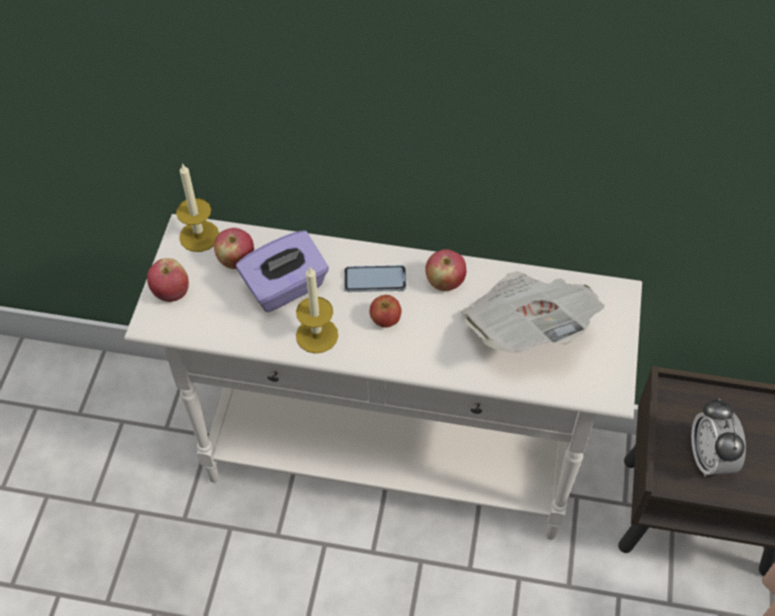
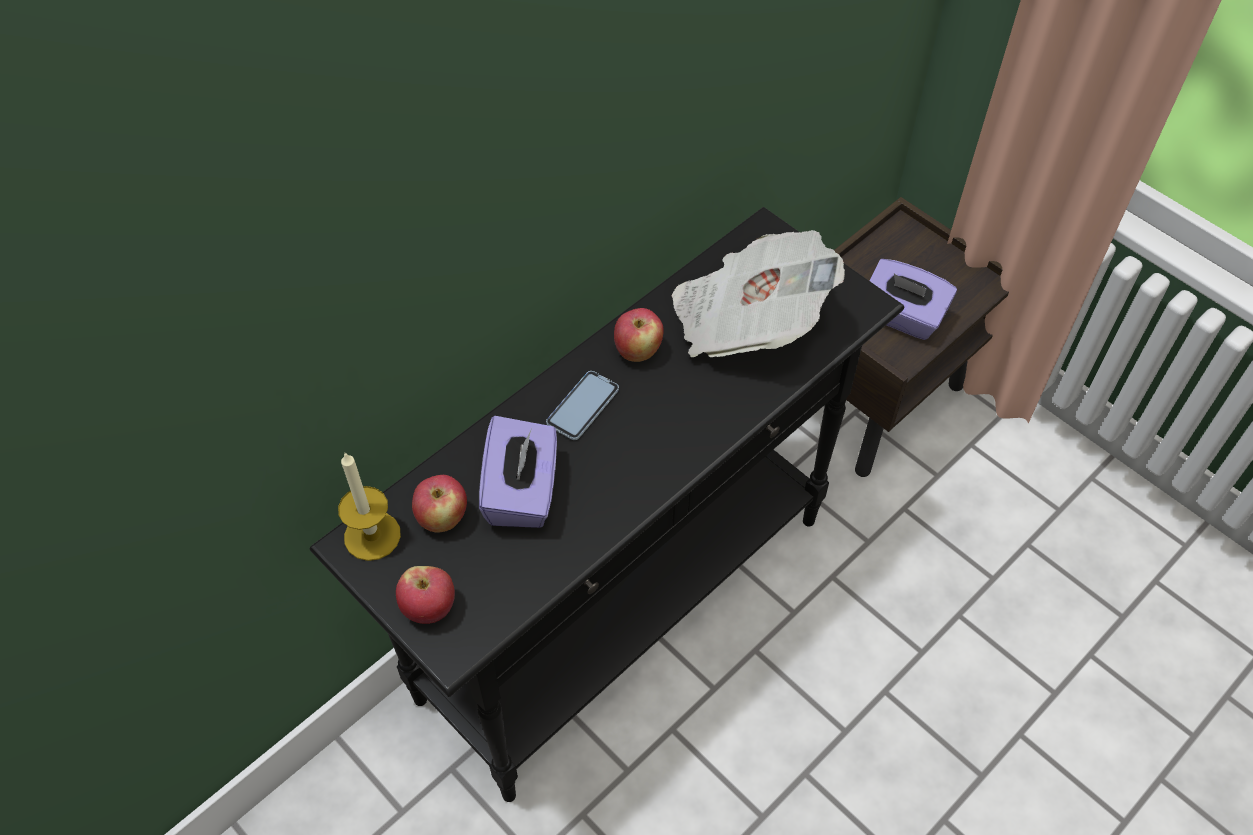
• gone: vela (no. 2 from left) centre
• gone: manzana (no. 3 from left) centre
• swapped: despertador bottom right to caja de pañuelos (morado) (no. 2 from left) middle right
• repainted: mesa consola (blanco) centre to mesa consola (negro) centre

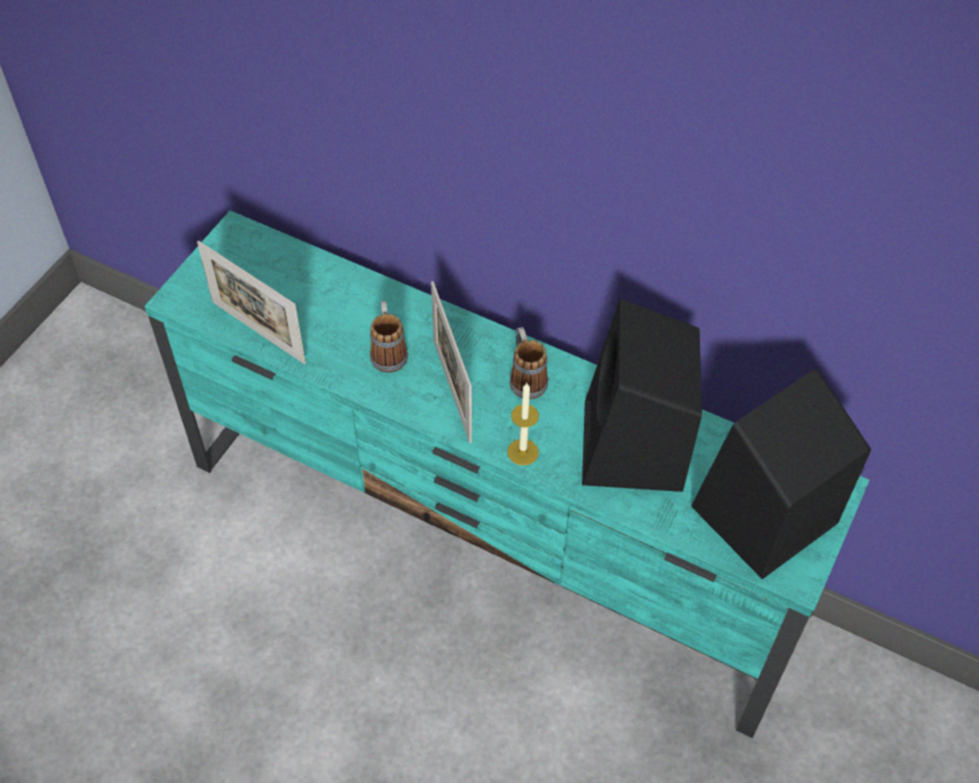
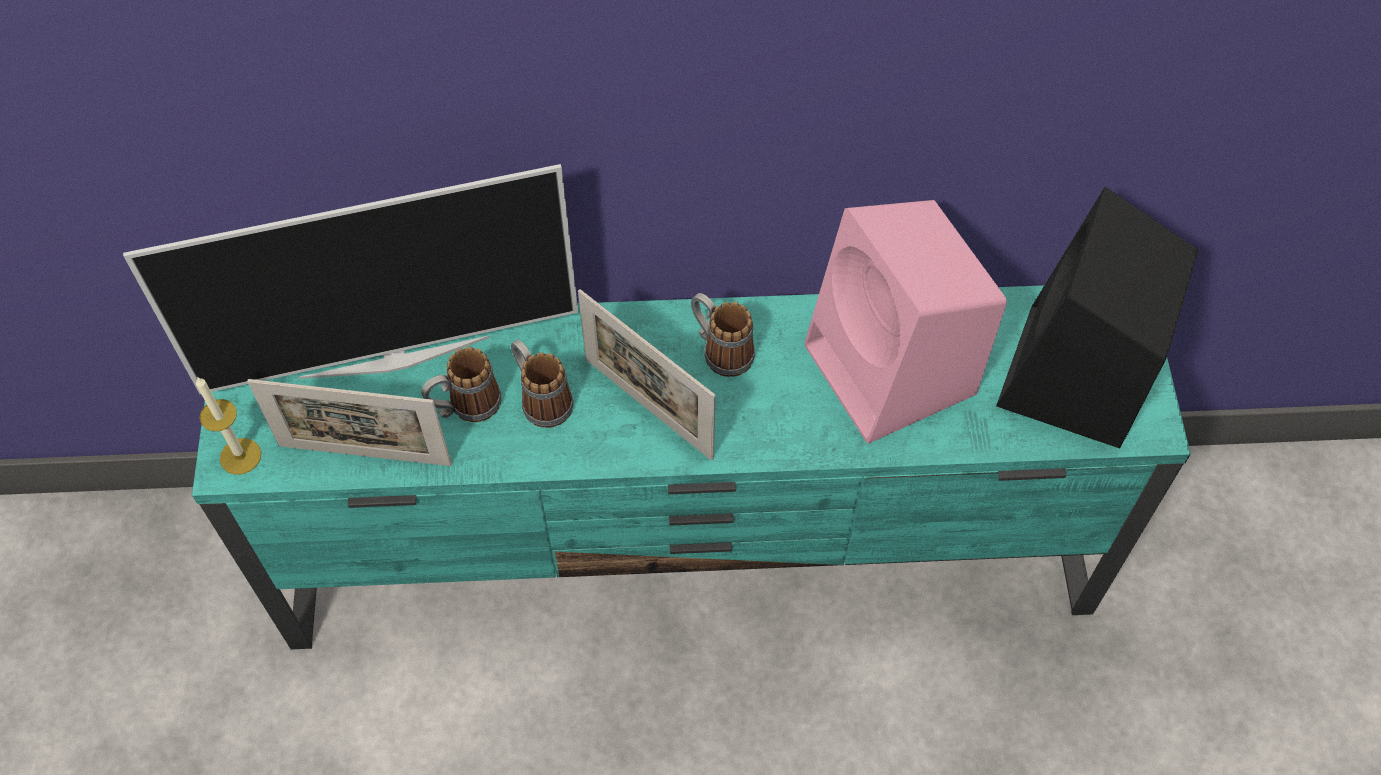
• new: televisor middle left
• new: taza grande (no. 1 from left) centre
• shifted: vela centre to middle left
• repainted: altavoz (negro) (no. 1 from left) centre to altavoz (rosa) centre

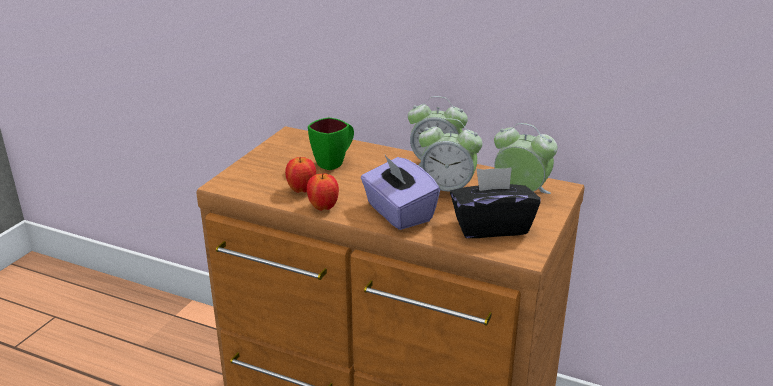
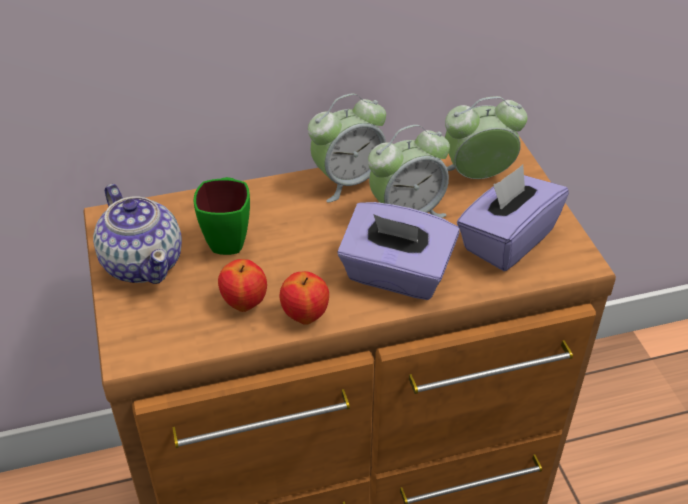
• new: tetera middle left
• repainted: caja de pañuelos (negro) centre to caja de pañuelos (morado) (no. 2 from left) middle right

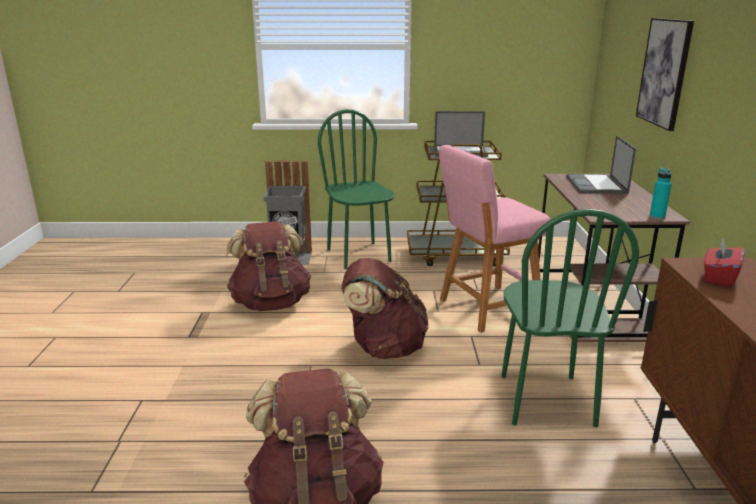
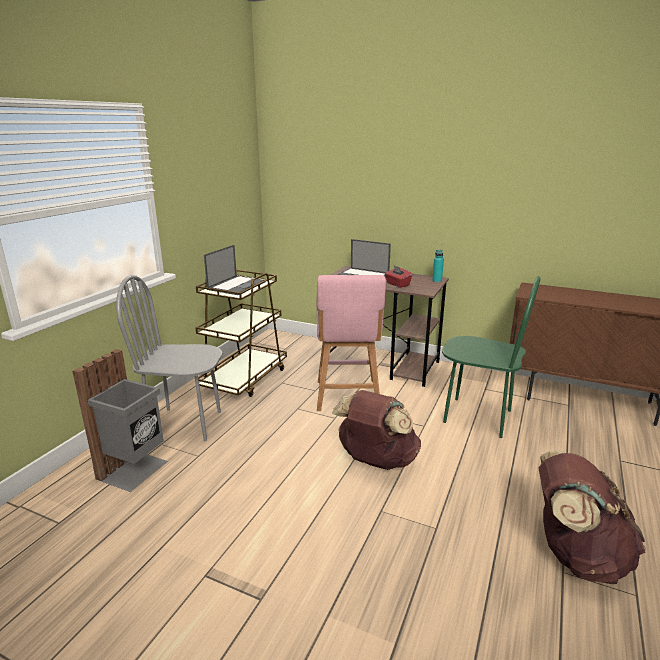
• gone: mochila (marrón) (no. 1 from left) centre
• gone: cuadro top right
• shifted: caja de pañuelos (rojo) middle right to centre
• repainted: silla (verde) (no. 1 from left) centre to silla (gris) middle left

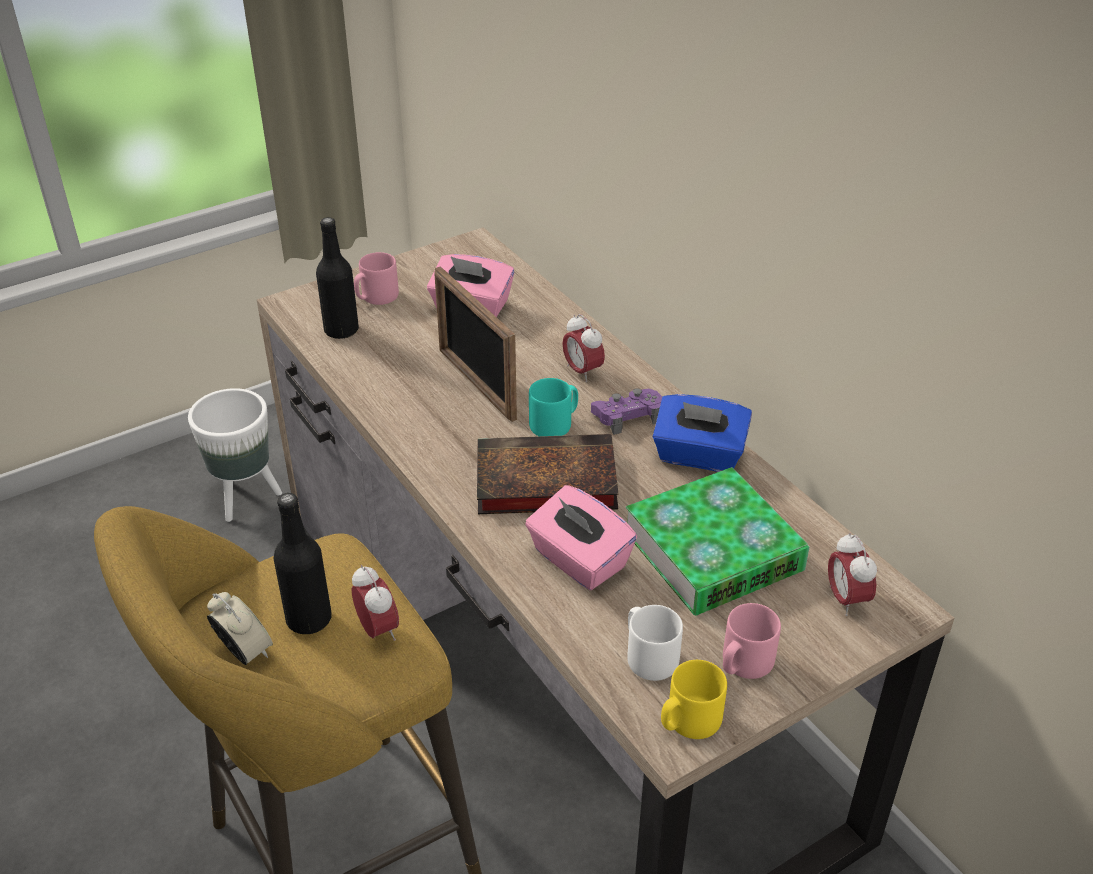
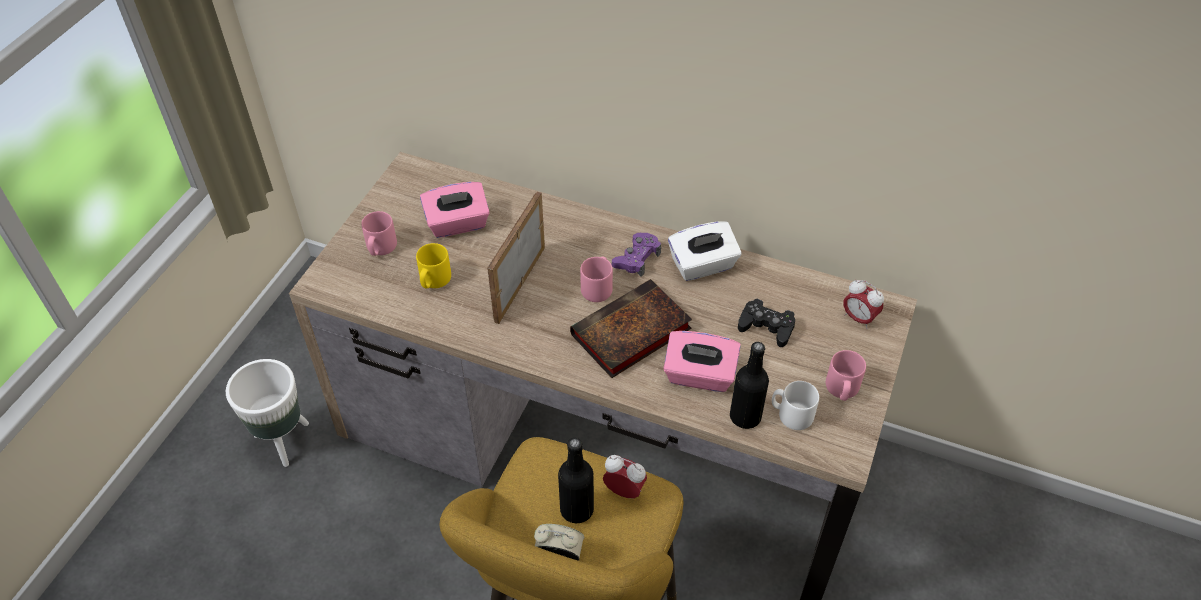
• gone: despertador (no. 3 from left) centre
• shifted: botella (negro) (no. 2 from left) top left to centre
• shifted: taza grande (amarillo) bottom centre to centre
• swapped: libro (no. 2 from left) centre to mando de consola (negro) centre
• repainted: taza grande (turquesa) centre to taza grande (rosa) (no. 2 from left) centre
• repainted: caja de pañuelos (azul) centre to caja de pañuelos (blanco) centre
• rotated: portarretratos centre = centre 90 degrees clockwise

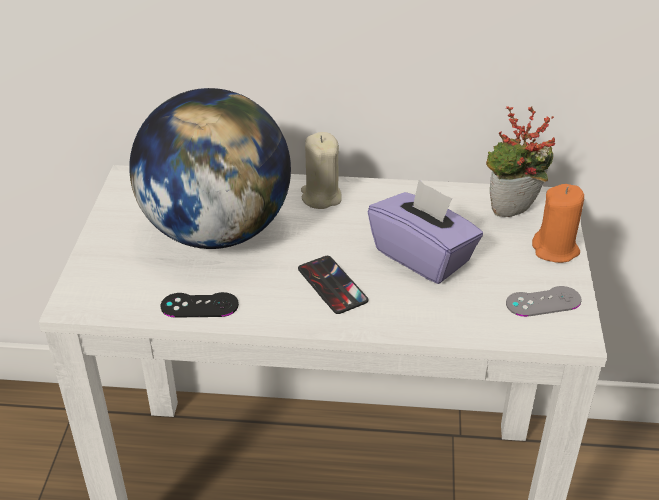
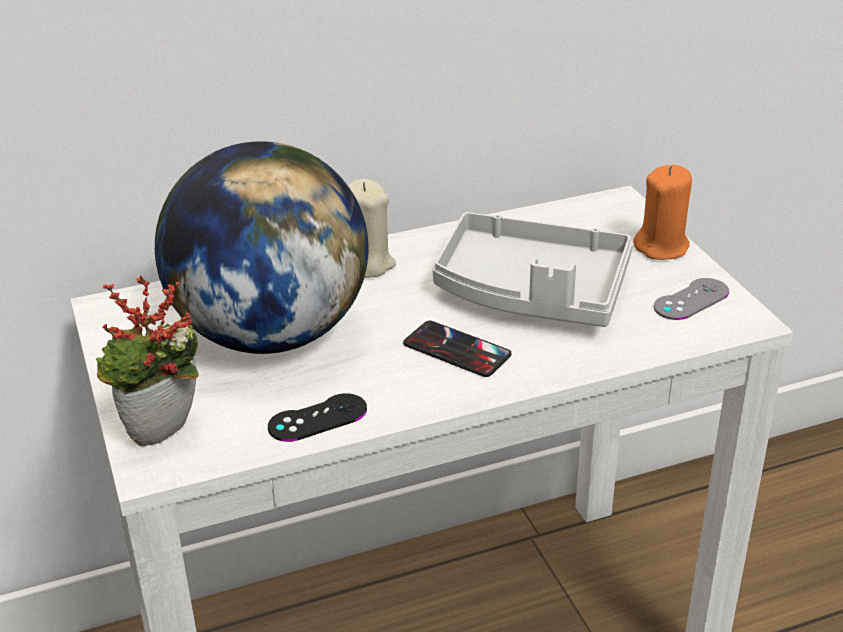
• shifted: planta en maceta top right to middle left
• swapped: caja de pañuelos (morado) centre to bandeja (gris) centre

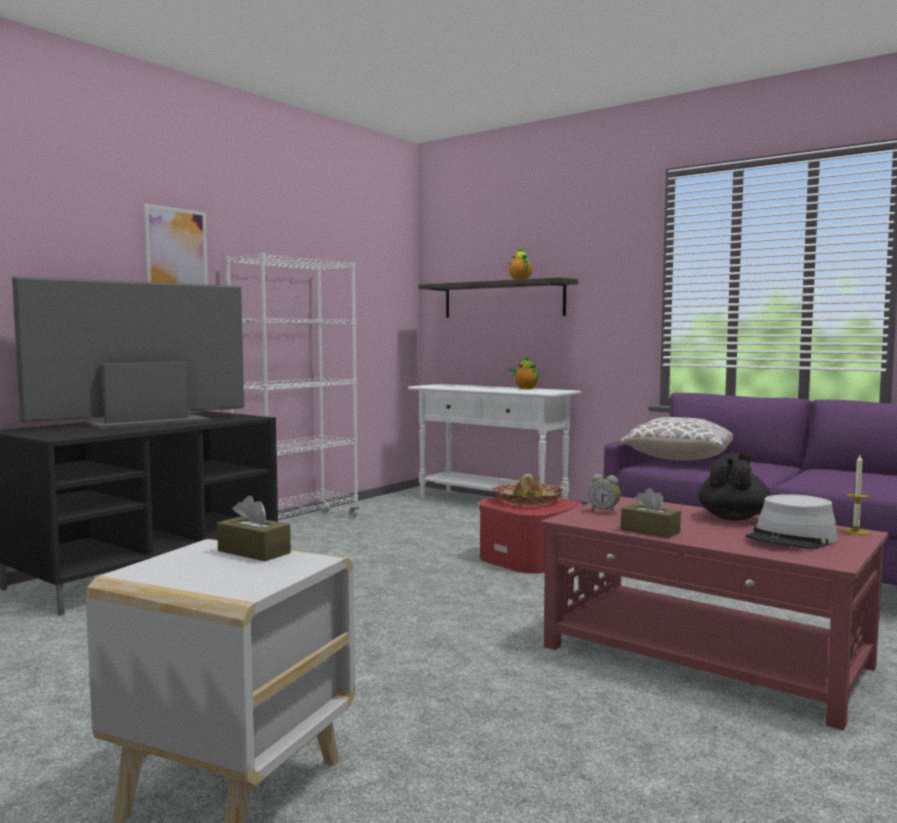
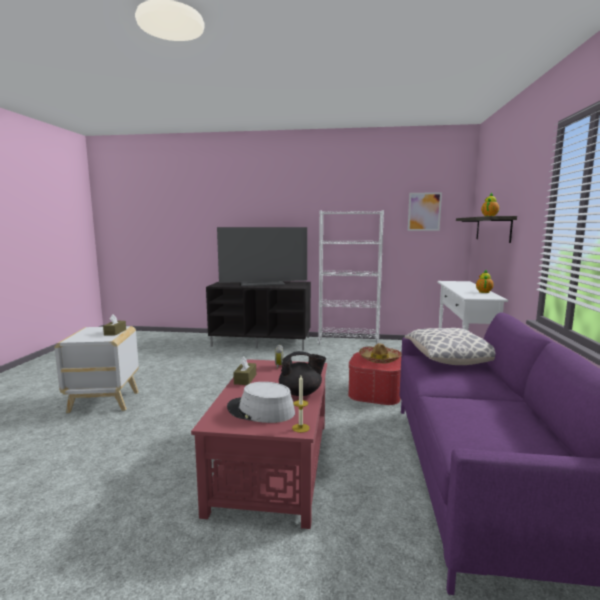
• shifted: cuadro top left to middle right
• rotated: televisor middle left = centre 150 degrees clockwise

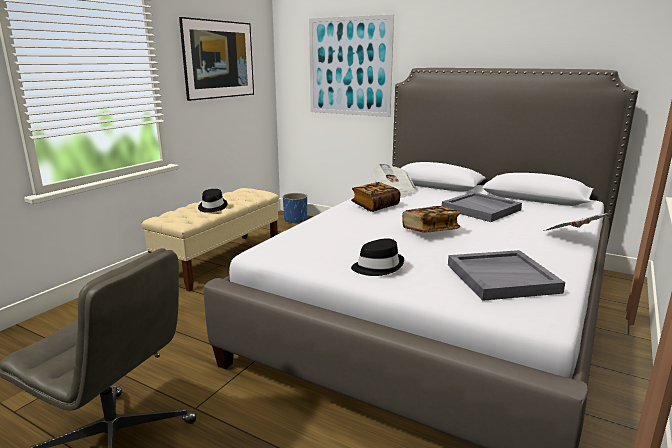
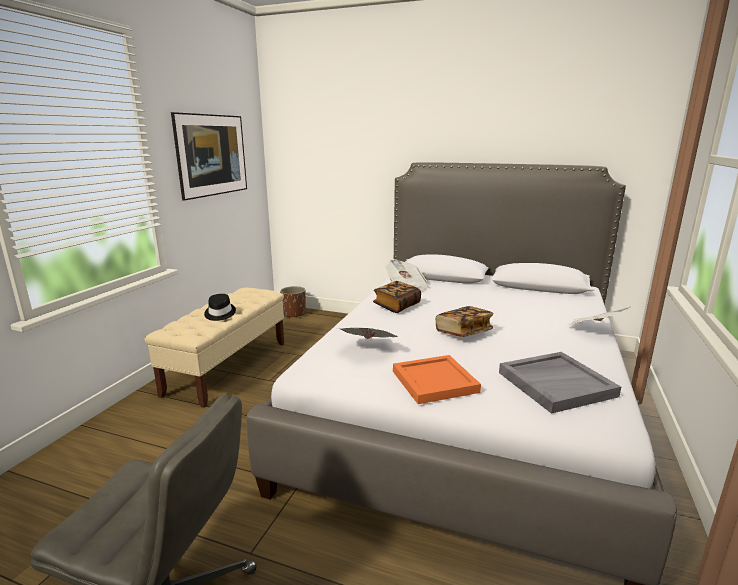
• gone: cuadro (no. 2 from left) top centre
• gone: bandeja (gris) (no. 1 from left) middle right
• new: periódico (no. 1 from left) centre
• swapped: sombrero (negro) (no. 2 from left) centre to bandeja (naranja) centre
• repainted: maceta (azul) centre to maceta (marrón) centre

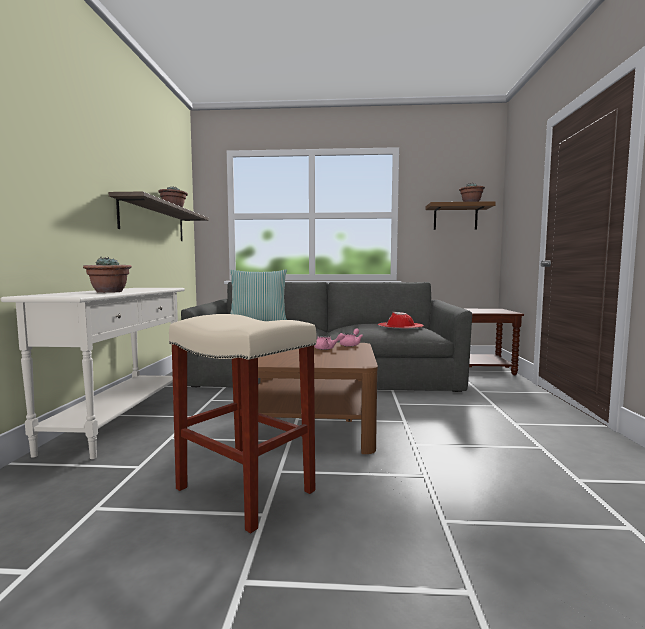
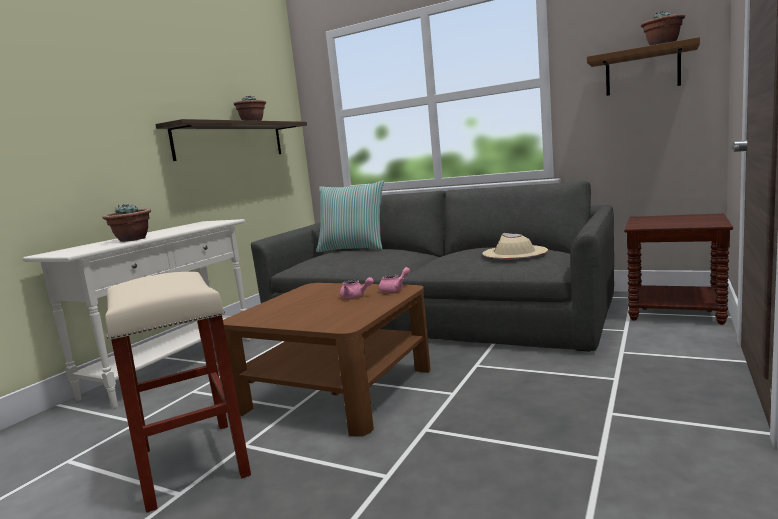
• repainted: sombrero (rojo) centre to sombrero (beis) centre

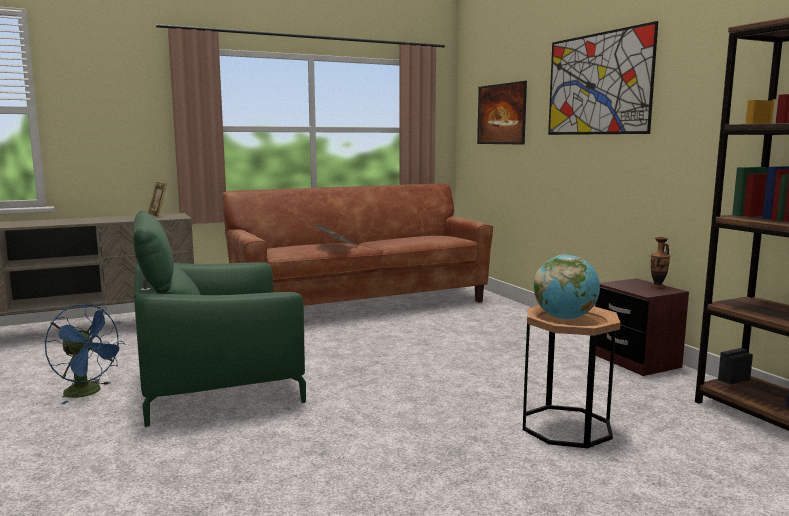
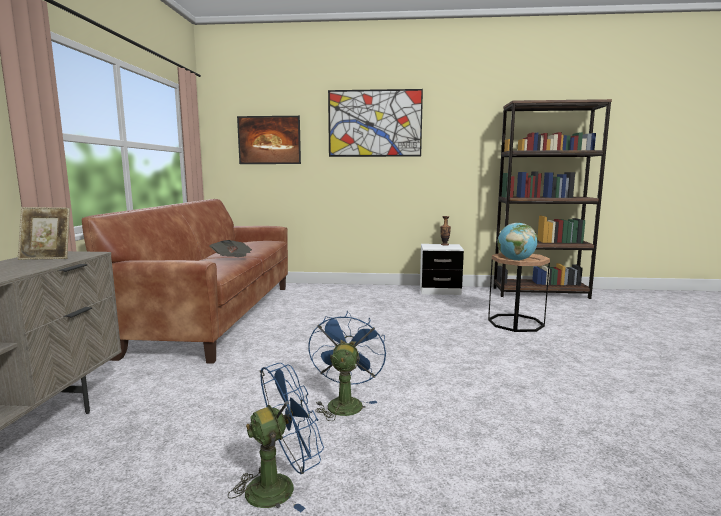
• swapped: sillón (verde) middle left to ventilador (azul) (no. 2 from left) bottom centre
• repainted: mesita de noche (marrón) middle right to mesita de noche (blanco) centre

